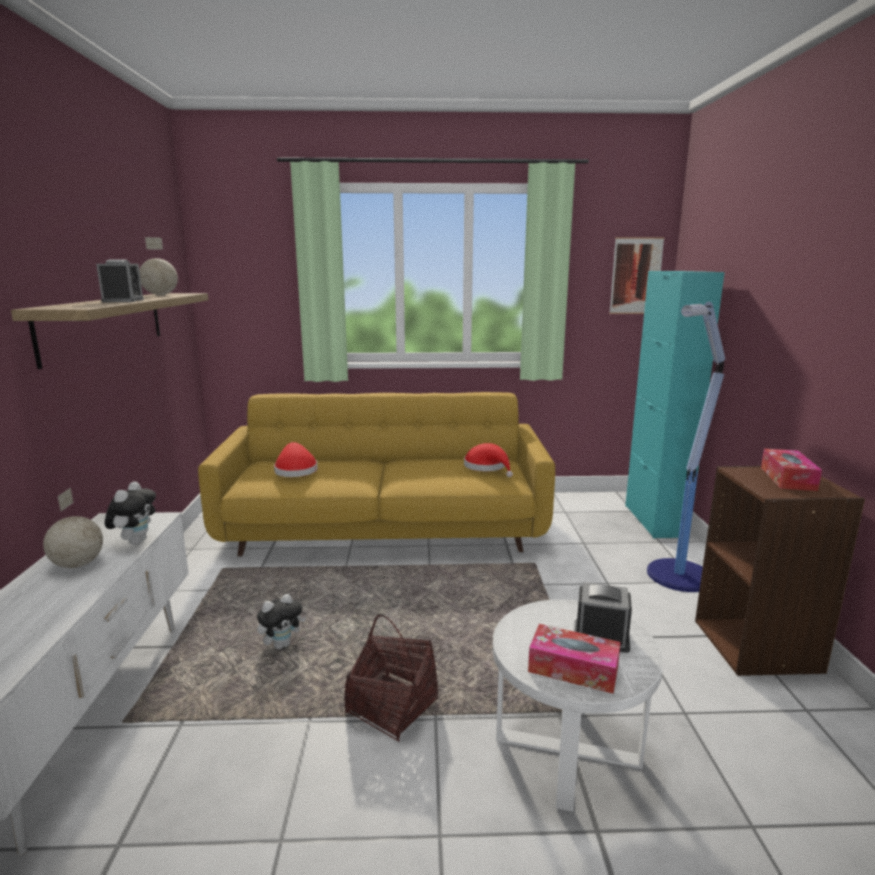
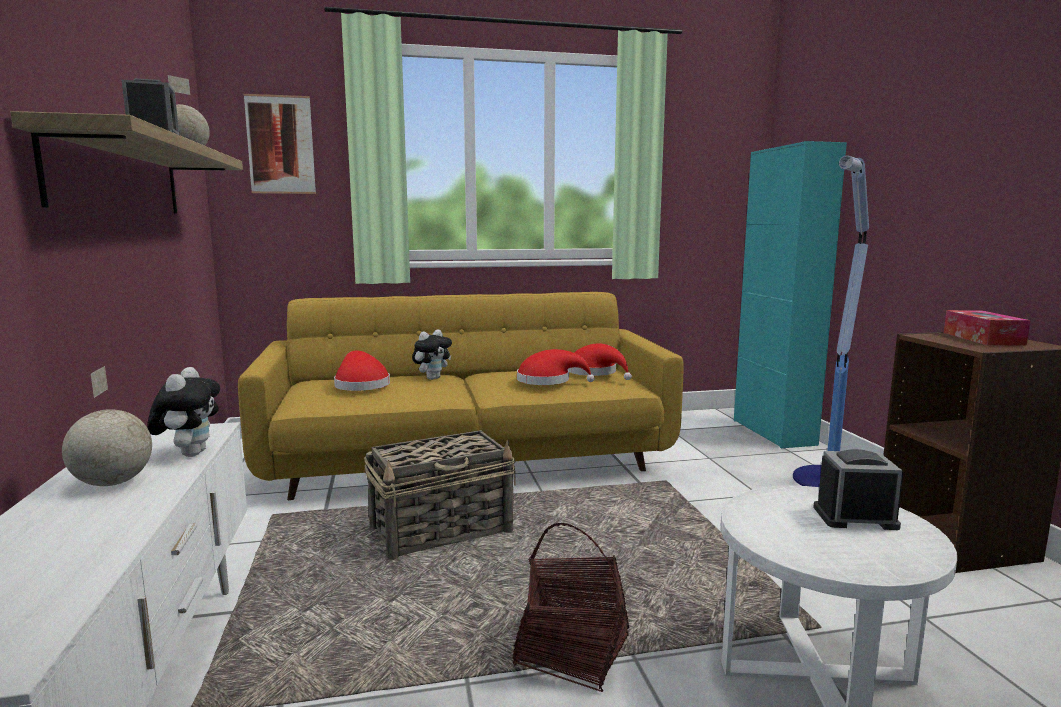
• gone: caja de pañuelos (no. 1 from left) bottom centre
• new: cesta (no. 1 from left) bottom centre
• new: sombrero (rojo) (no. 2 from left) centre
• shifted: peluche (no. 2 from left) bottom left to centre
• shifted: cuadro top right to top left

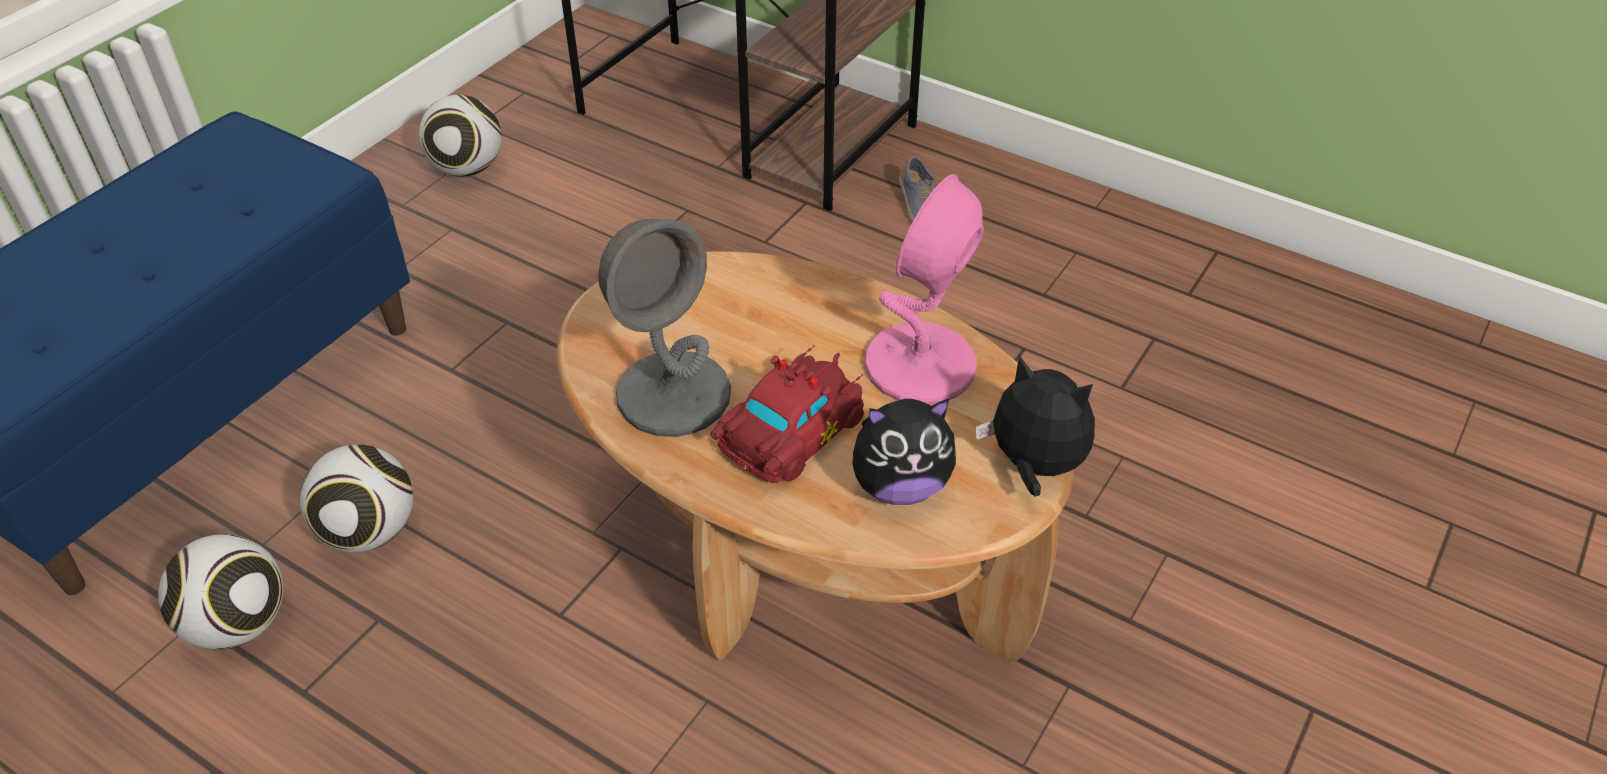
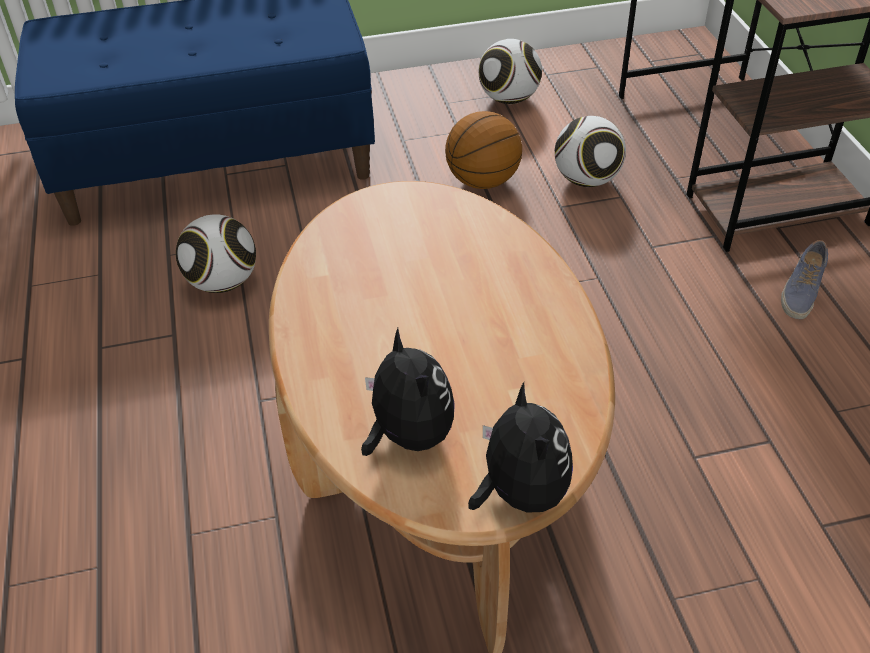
• gone: lámpara de mesa (gris) centre
• gone: coche de juguete (rojo) centre
• gone: lámpara de mesa (rosa) centre
• new: balón de baloncesto top centre
• shifted: balón de fútbol (no. 1 from left in the first image) bottom left to balón de fútbol (no. 3 from left) top right
• rotated: peluche (no. 1 from left) centre = centre 150 degrees counterclockwise

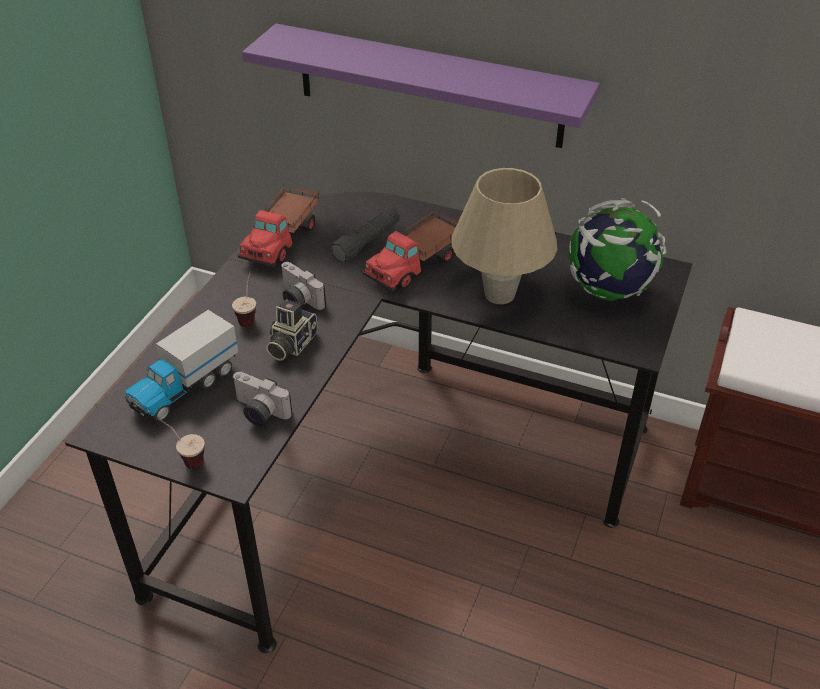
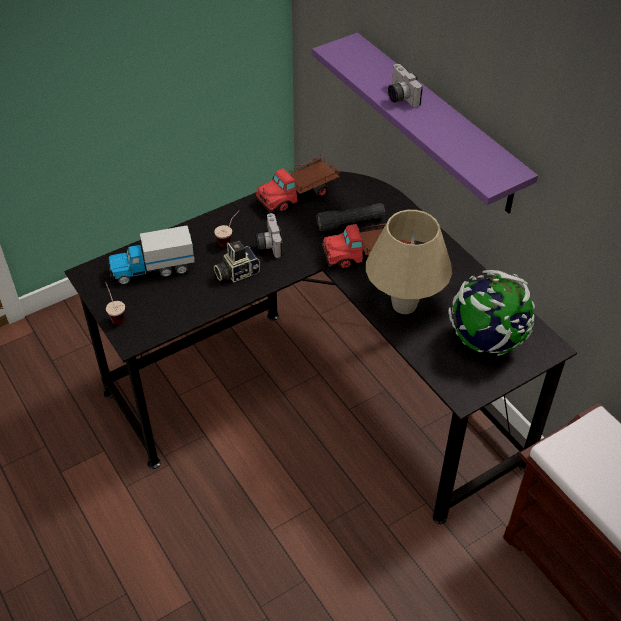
• shifted: cámara (no. 1 from left in the first image) middle left to cámara (no. 3 from left) top centre

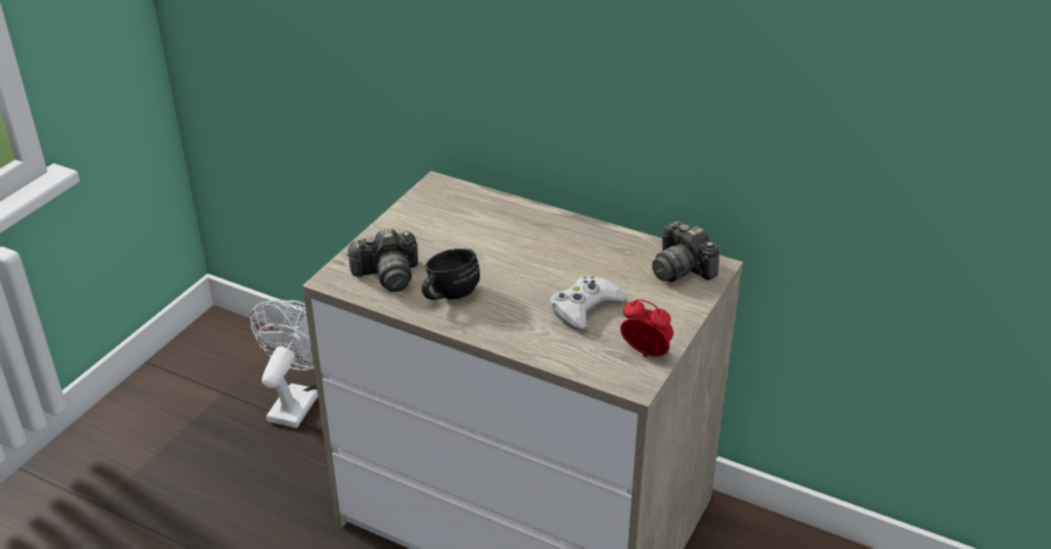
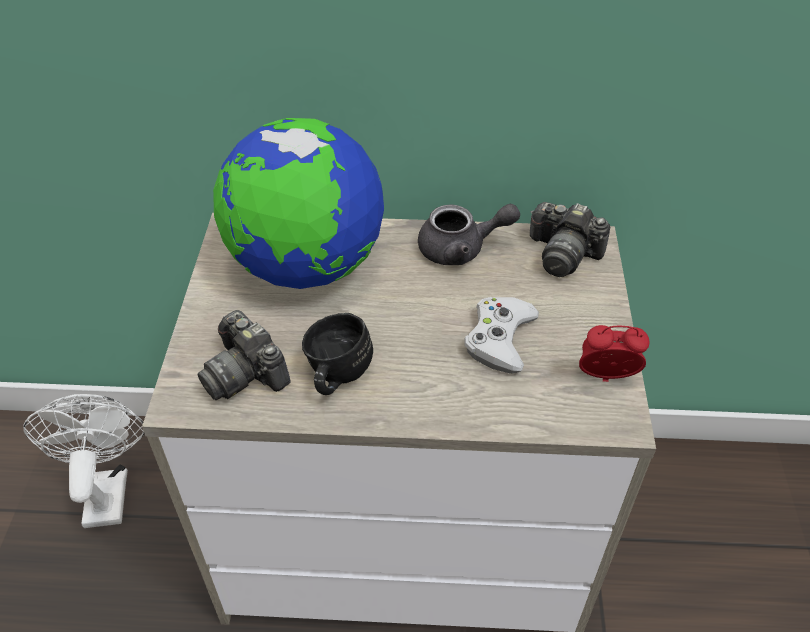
• new: globo terráqueo top centre
• new: tetera (gris) centre
• rotated: cámara (no. 1 from left) centre = middle left 90 degrees clockwise

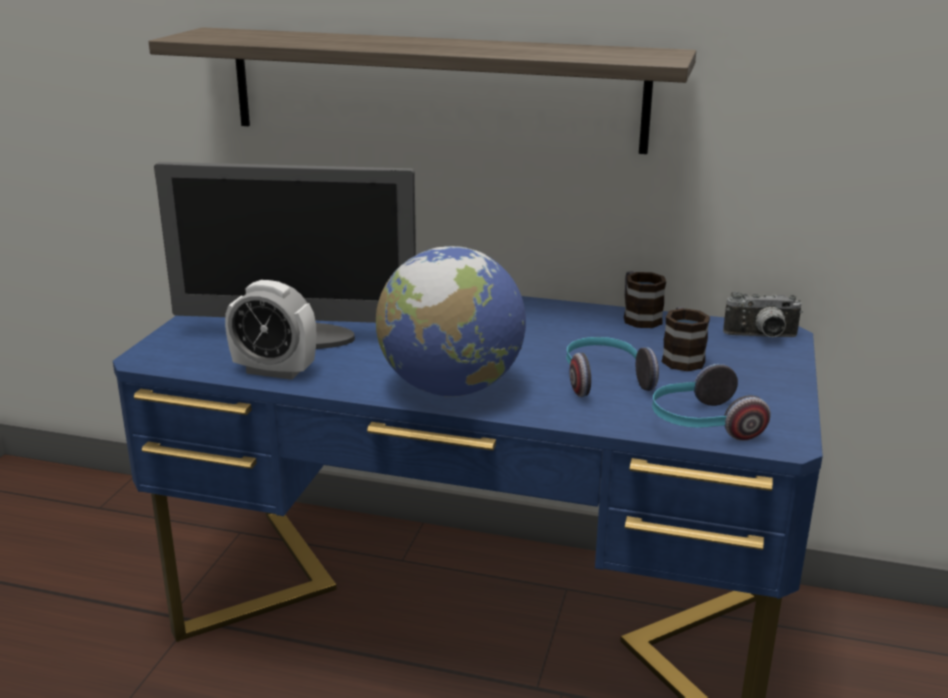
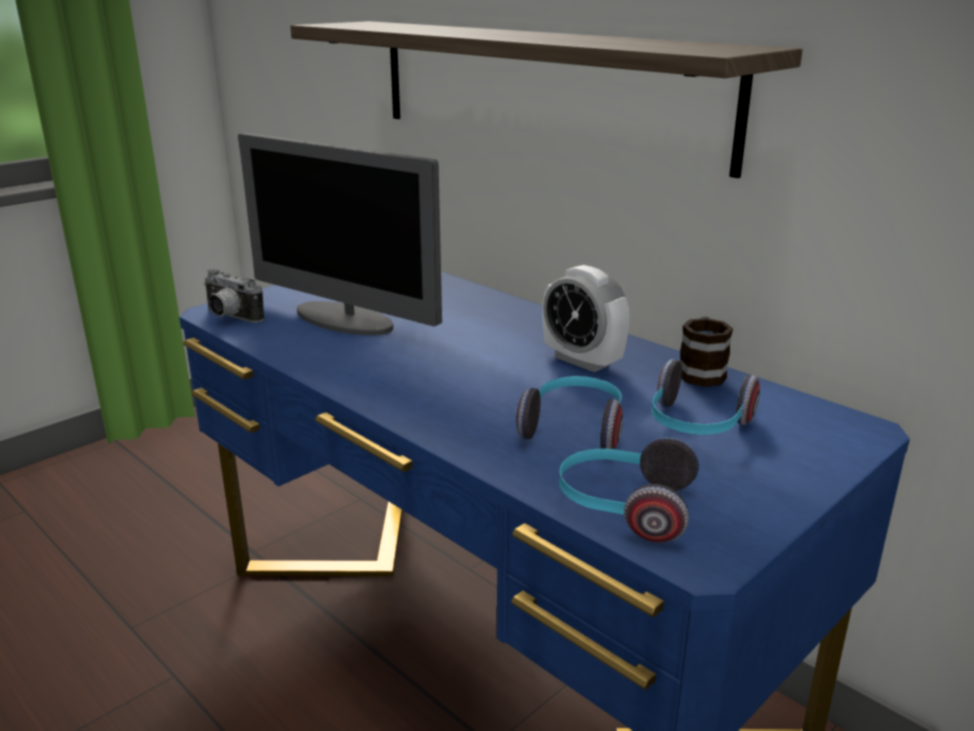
• gone: globo terráqueo centre
• shifted: despertador middle left to centre
• shifted: cámara middle right to middle left
• swapped: taza grande (no. 2 from left) middle right to auriculares (no. 3 from left) middle right

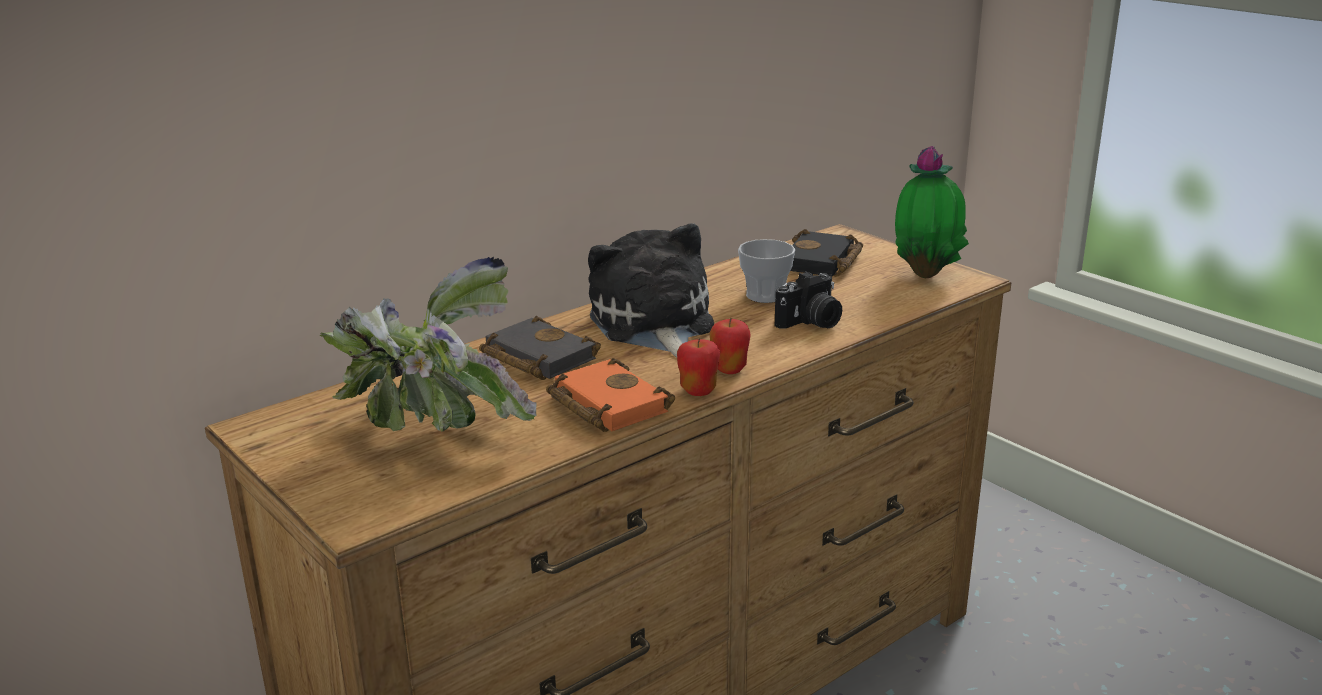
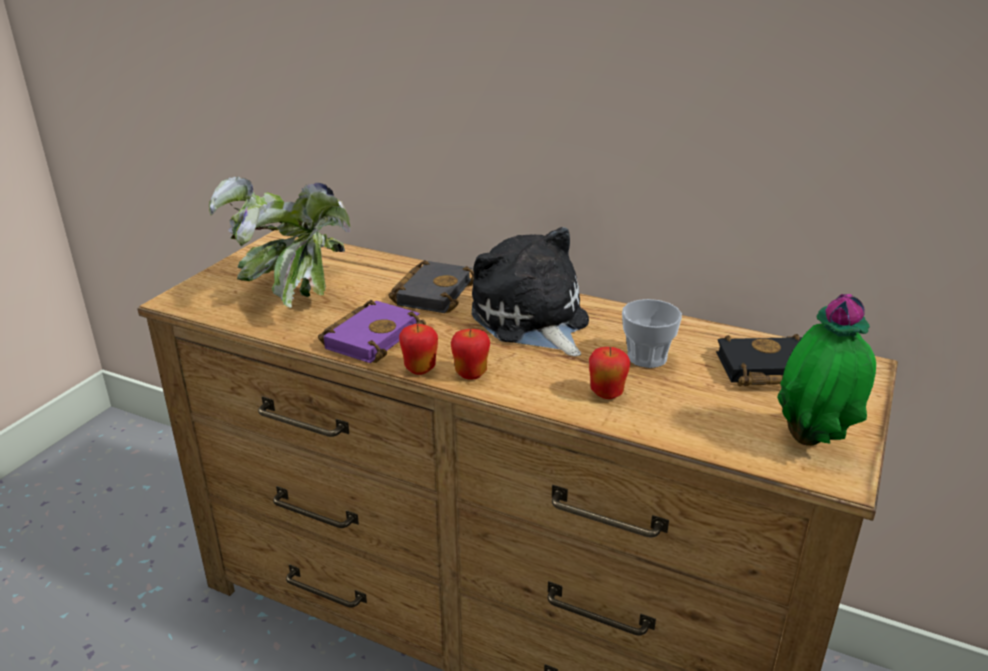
• swapped: cámara centre to manzana (no. 3 from left) centre
• repainted: libro (naranja) centre to libro (morado) centre
• rotated: peluche centre = centre 75 degrees counterclockwise

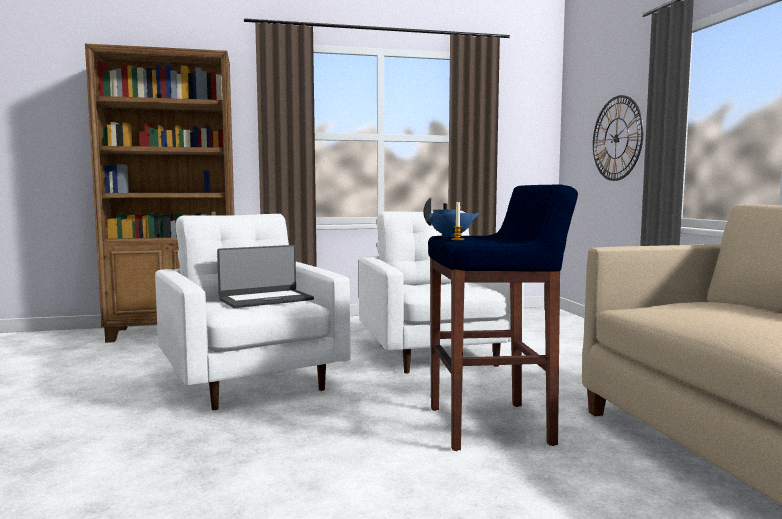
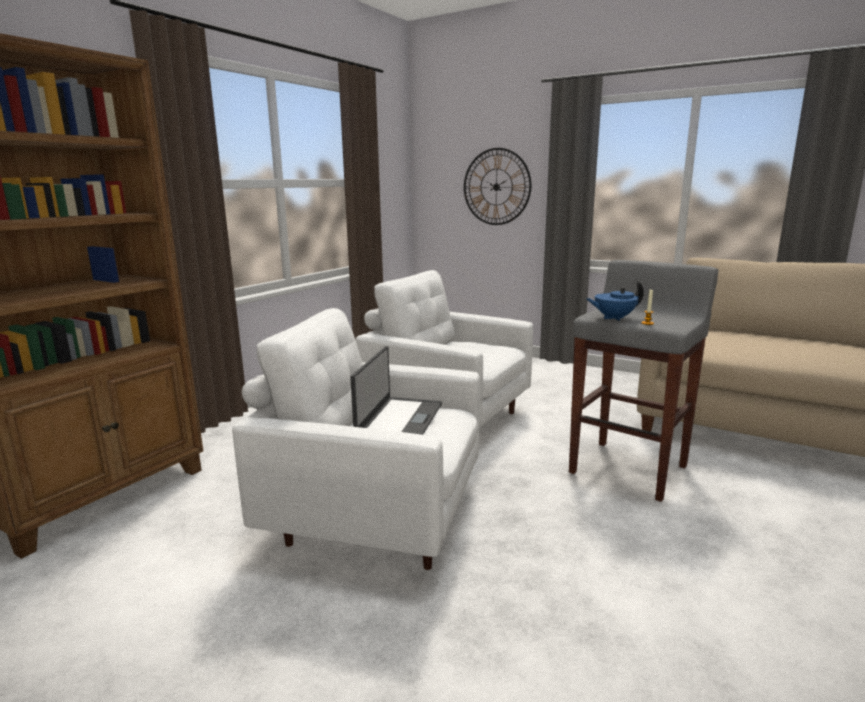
• repainted: taburete (azul) centre to taburete (gris) middle right
• rotated: tetera (azul) centre = middle right 120 degrees counterclockwise

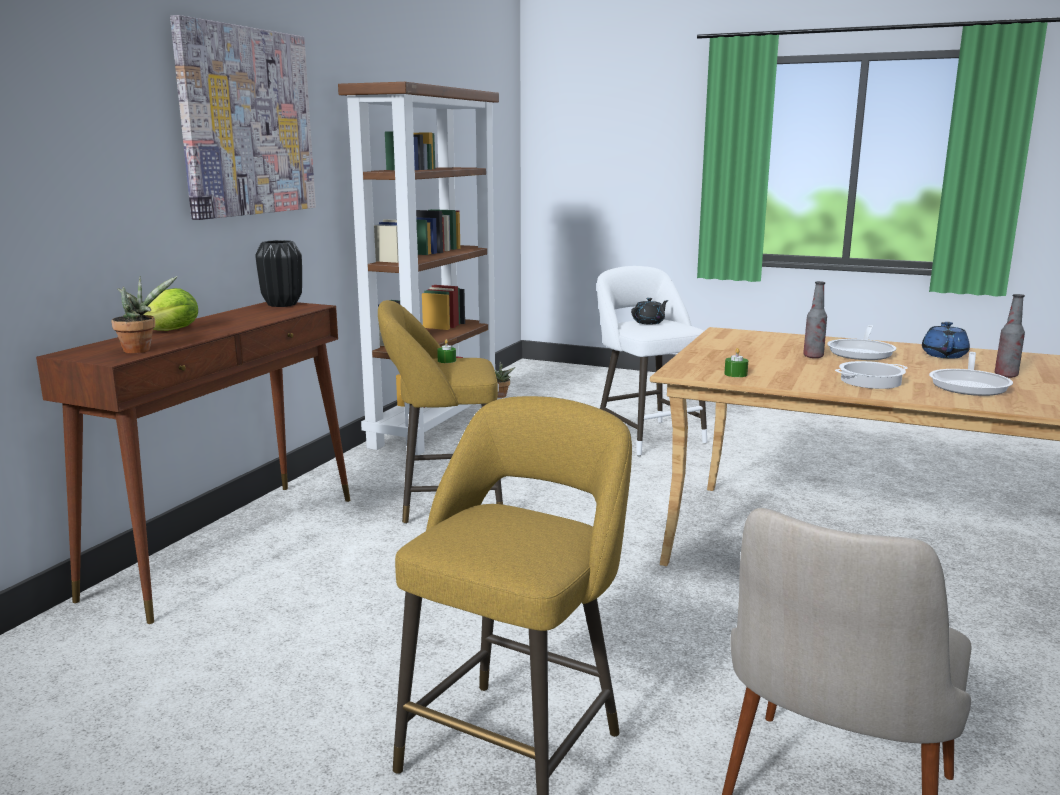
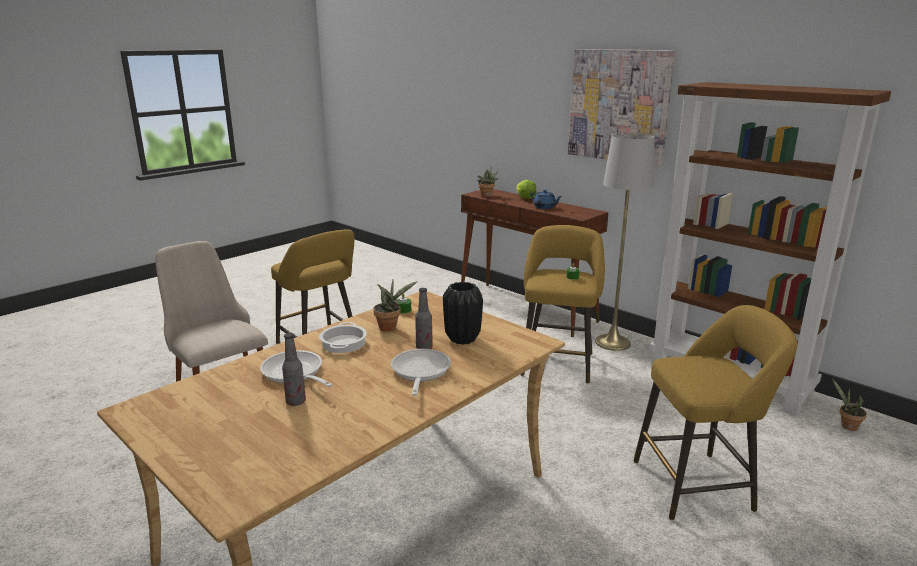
• gone: tetera (negro) centre
• new: planta en maceta (no. 1 from left) centre
• new: lámpara de pie (gris) middle right
• shifted: florero (negro) middle left to centre
• shifted: tetera (azul) middle right to centre
• repainted: taburete (blanco) centre to taburete (amarillo) (no. 3 from left) bottom right
• rotated: sartén (no. 1 from left in the first image) middle right = centre 45 degrees clockwise

